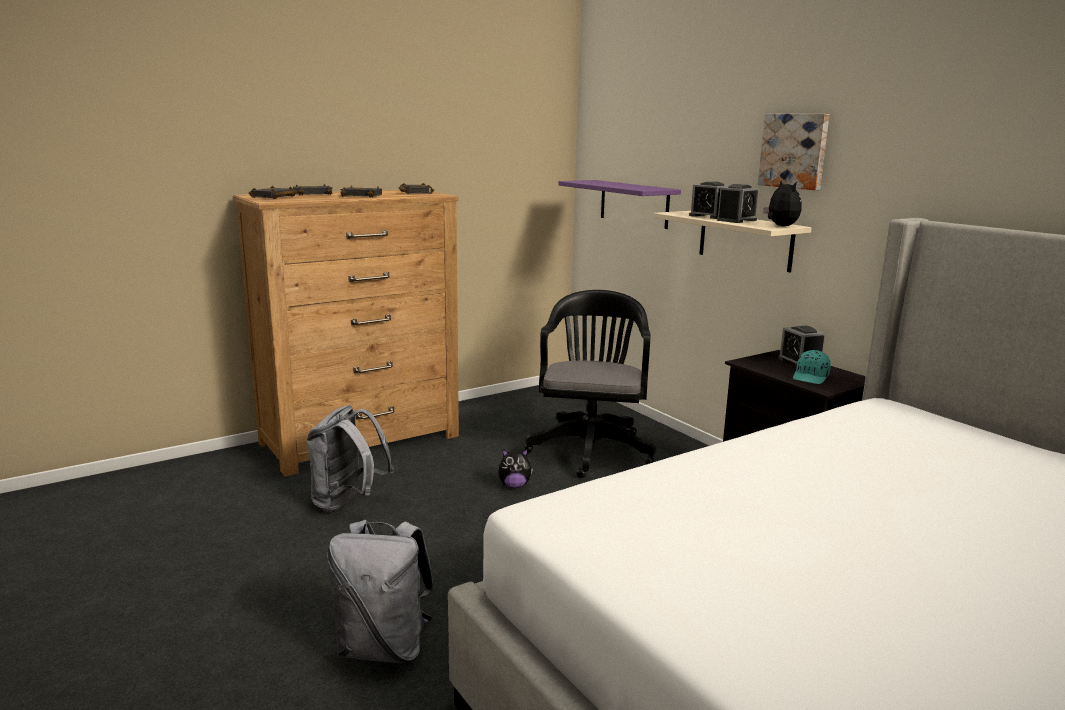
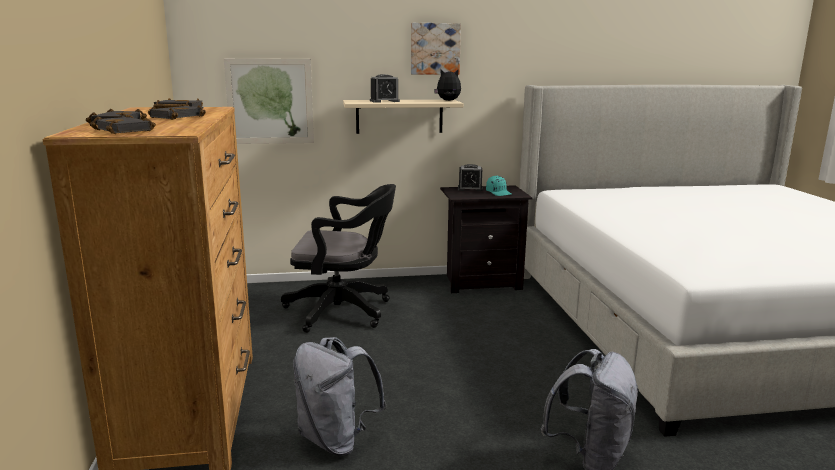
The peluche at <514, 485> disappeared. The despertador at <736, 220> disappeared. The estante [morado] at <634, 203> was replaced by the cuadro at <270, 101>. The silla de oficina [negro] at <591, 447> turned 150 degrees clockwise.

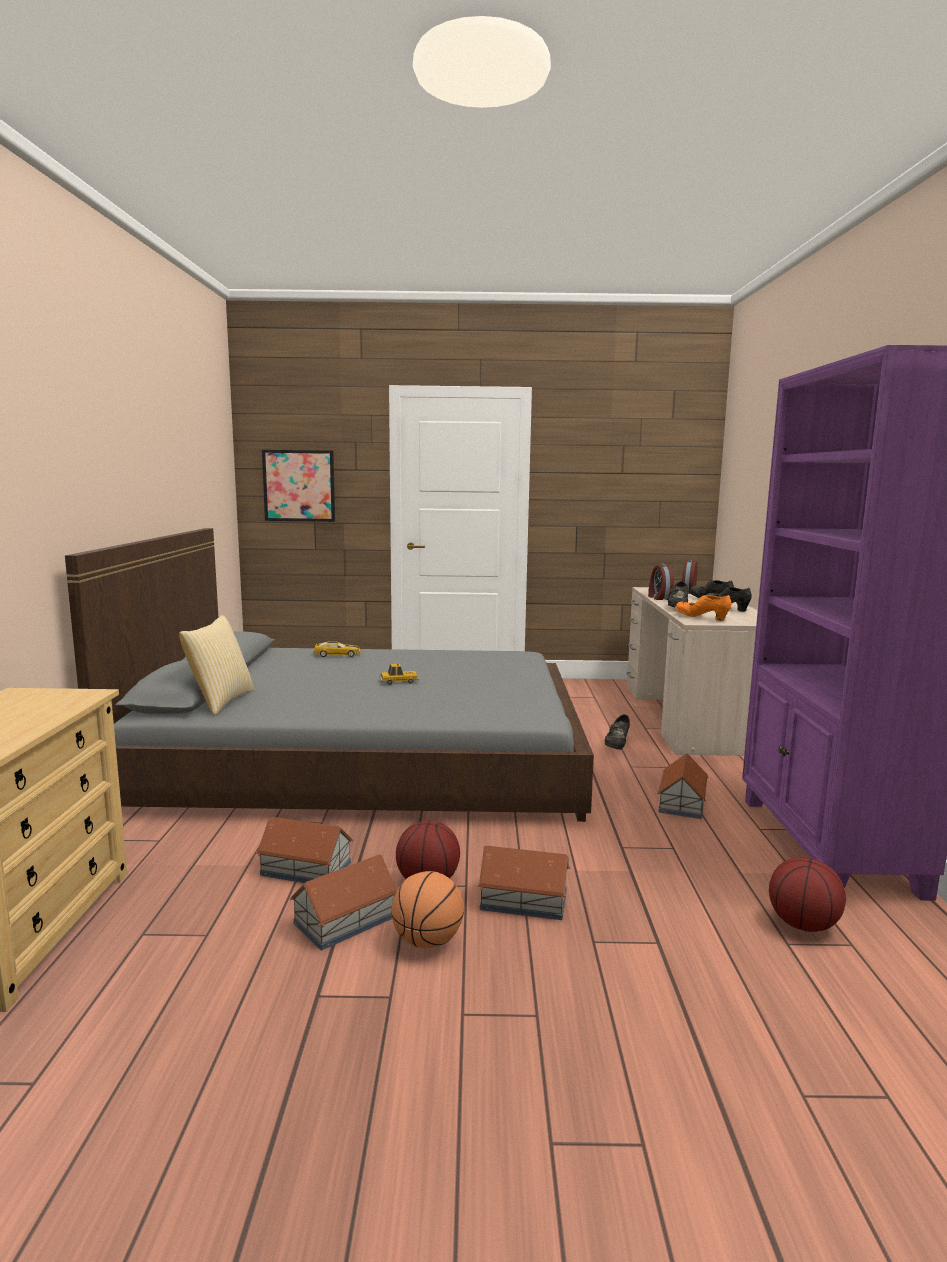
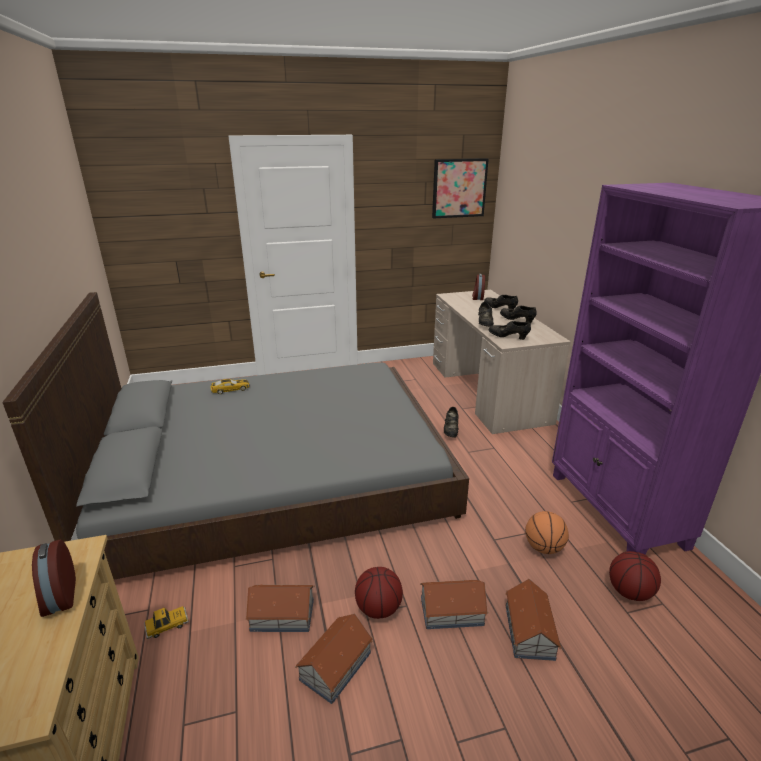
The cojín at <220, 701> disappeared. The cuadro moved from <299, 485> to <459, 188>. The coche de juguete moved from <399, 681> to <167, 625>. The balón de baloncesto moved from <427, 941> to <543, 548>. The despertador moved from <659, 598> to <58, 596>. The casita moved from <681, 803> to <529, 632>. The zapato [naranja] at <702, 618> became the zapato [negro] at <508, 337>.

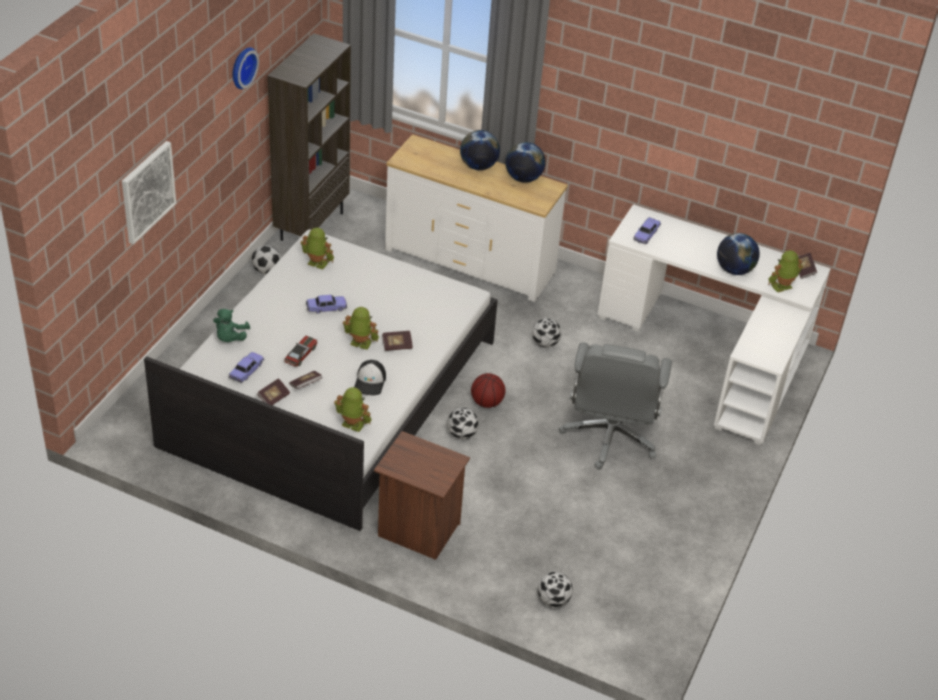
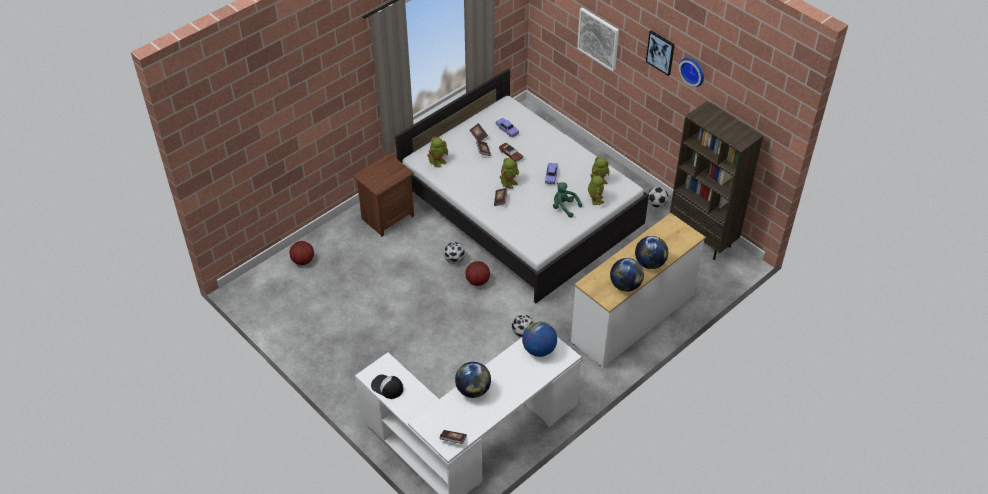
The silla de oficina [gris] at <609, 437> disappeared. The cuadro at <660, 52> appeared. The peluche [verde] moved from <230, 338> to <564, 207>. The gorra moved from <370, 382> to <387, 387>. The robot de juguete moved from <782, 287> to <595, 200>. The balón de fútbol at <553, 600> was replaced by the balón de baloncesto at <303, 260>. The coche de juguete at <646, 234> was replaced by the globo terráqueo at <539, 349>.

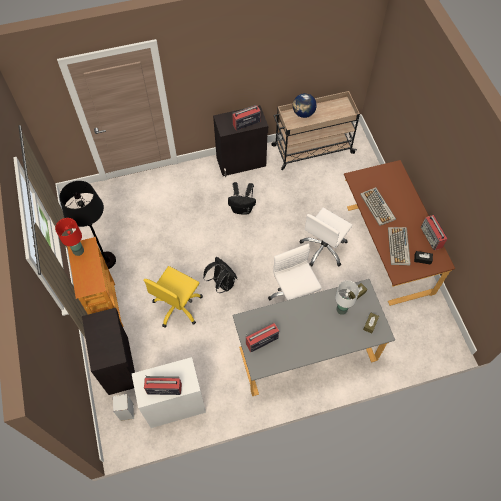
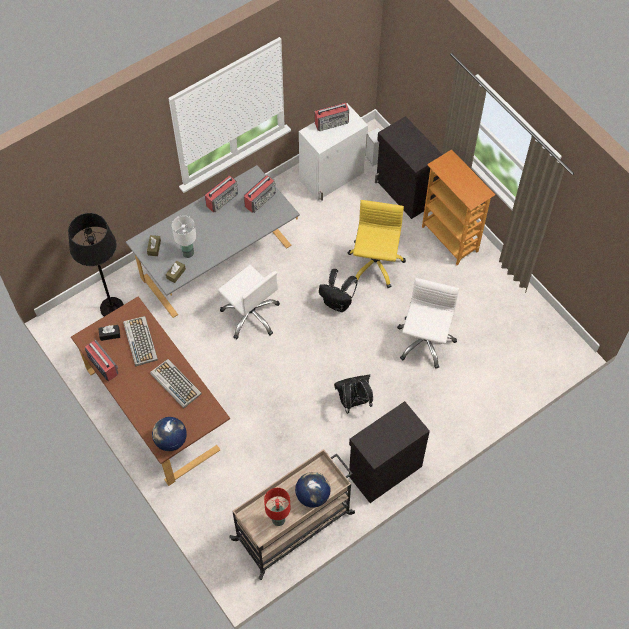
The globo terráqueo at <170, 440> appeared. The lámpara de mesa [rojo] moved from <78, 251> to <279, 519>. The lámpara de pie [negro] moved from <106, 260> to <112, 308>. The radio moved from <246, 123> to <222, 199>. The silla de oficina [blanco] moved from <323, 248> to <424, 342>.

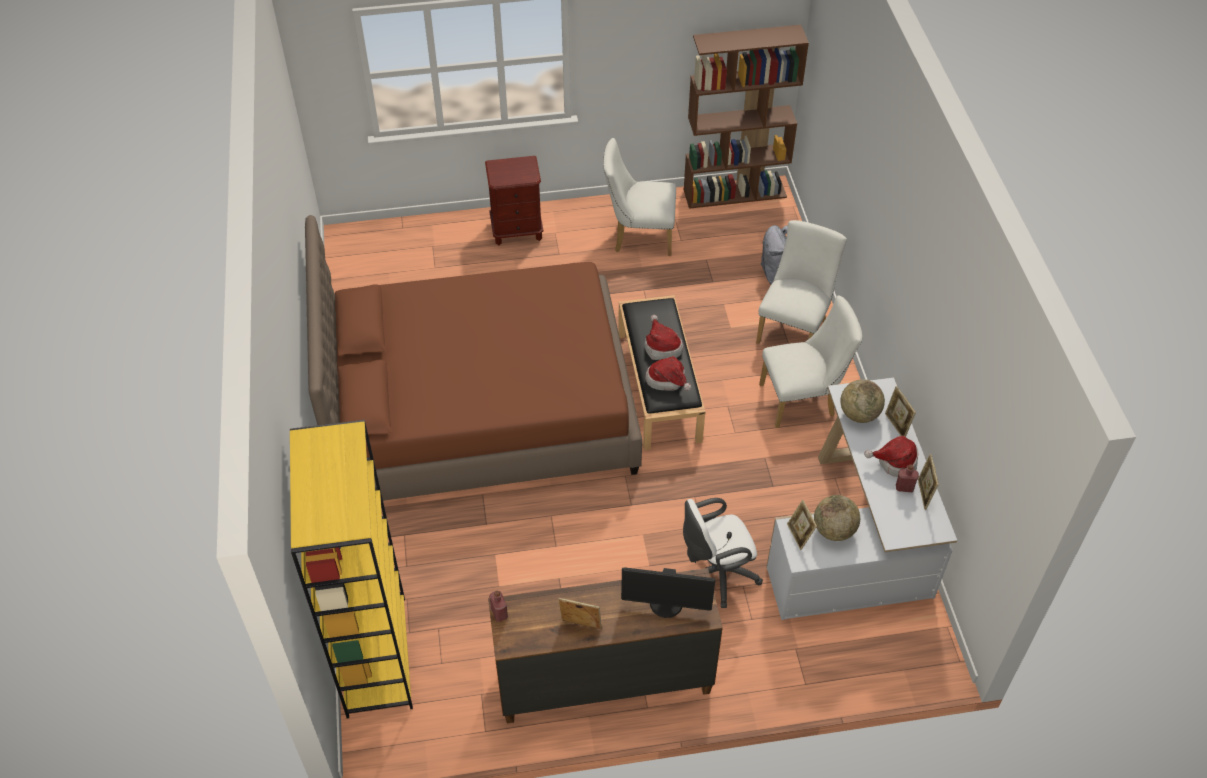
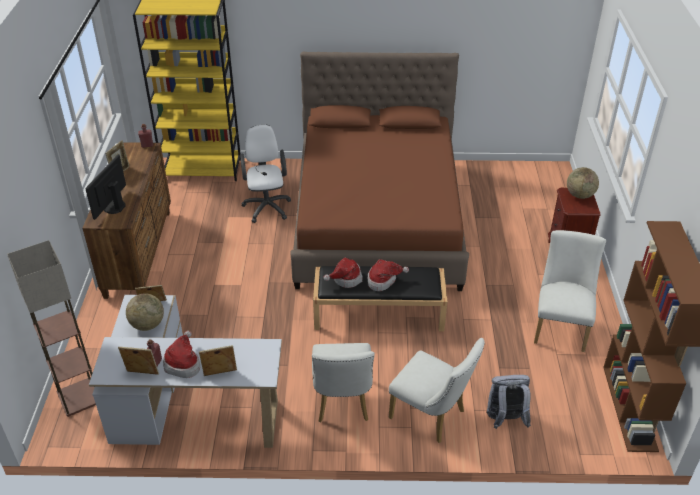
The lámpara de pie at <78, 397> appeared. The silla de oficina [blanco] moved from <715, 575> to <267, 206>. The globo terráqueo moved from <859, 414> to <580, 195>.

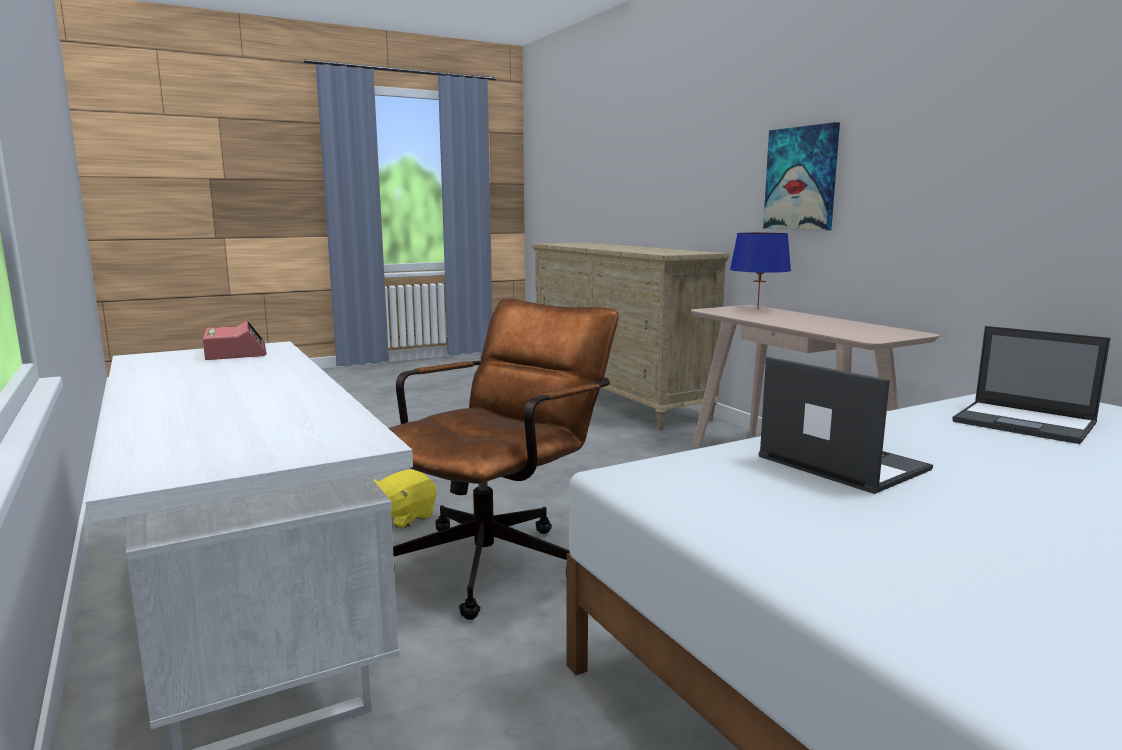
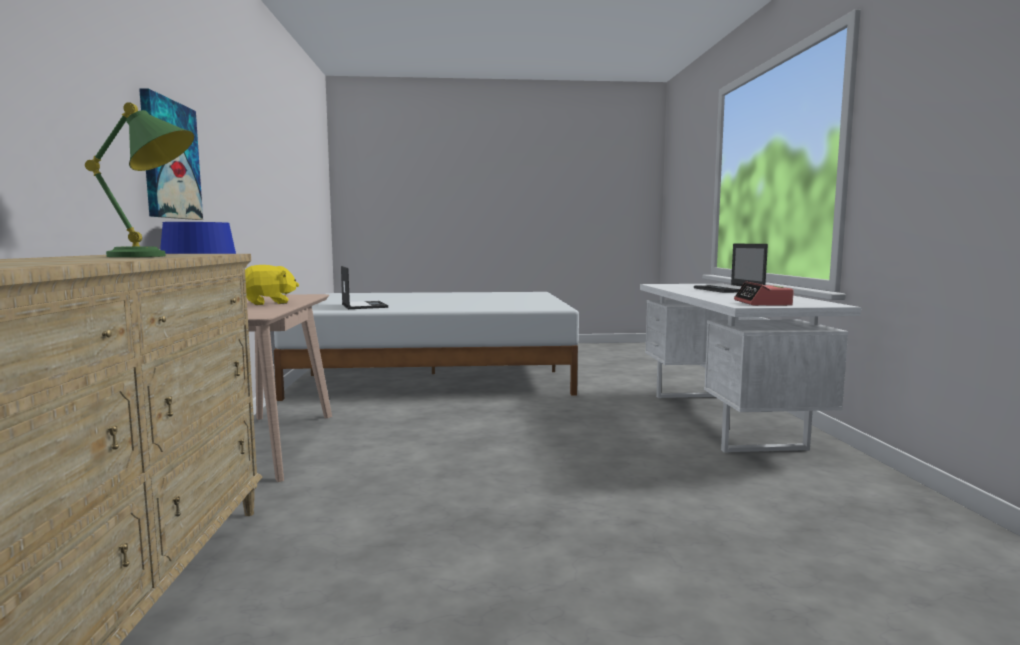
The silla de oficina [marrón] at <498, 559> disappeared. The lámpara de mesa [verde] at <156, 256> appeared. The peluche [amarillo] moved from <403, 518> to <268, 303>. The portátil moved from <840, 463> to <729, 290>.

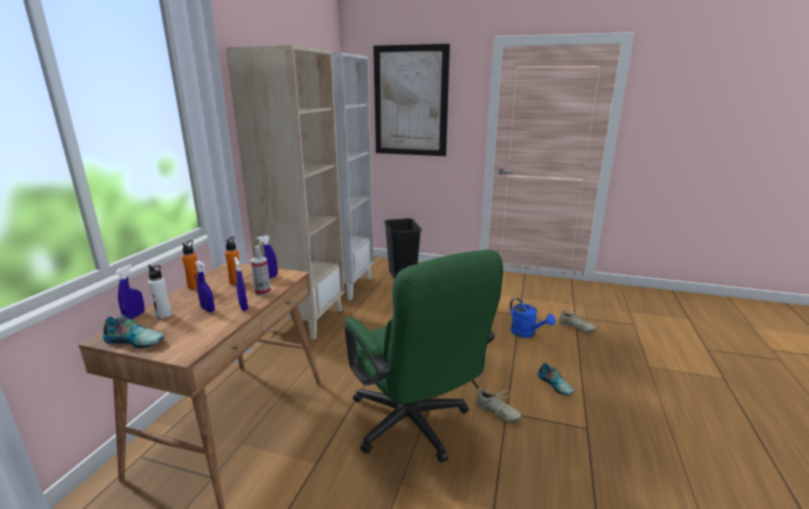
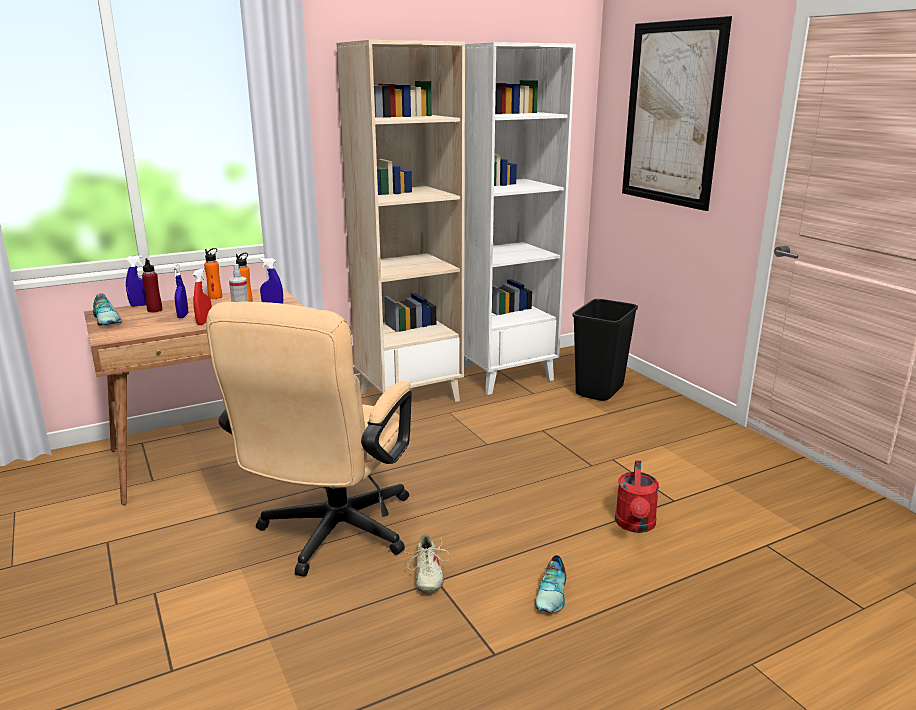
The zapato [beis] at <576, 327> disappeared. The botella [blanco] at <164, 315> became the botella [rojo] at <155, 310>. The pulverizador [azul] at <243, 307> became the pulverizador [rojo] at <204, 322>. The silla de oficina [verde] at <414, 427> became the silla de oficina [beis] at <330, 536>. The regadera [azul] at <526, 333> became the regadera [rojo] at <635, 525>.

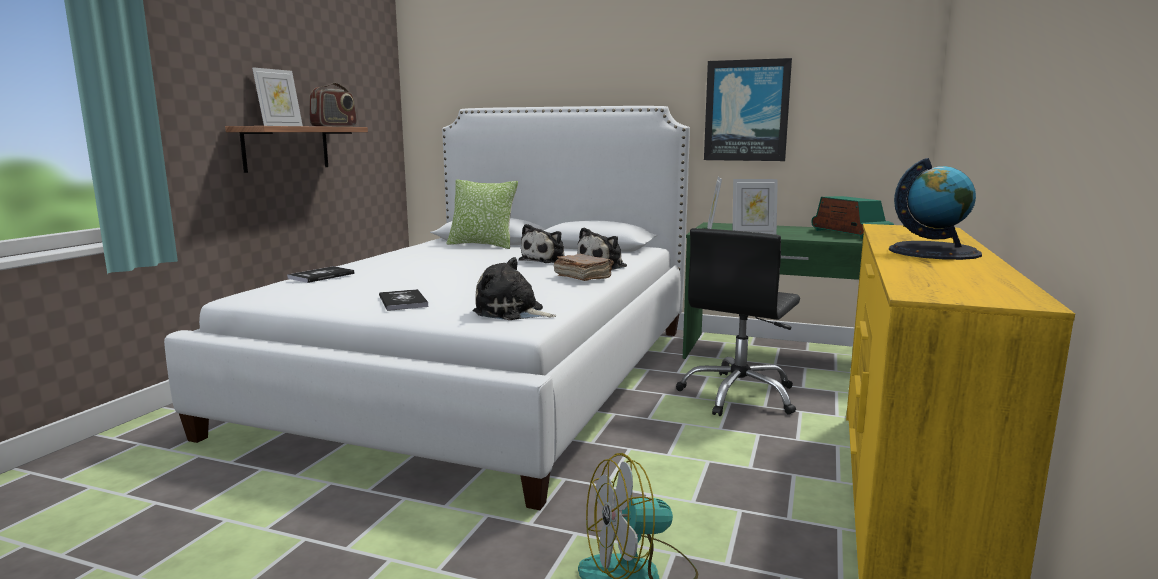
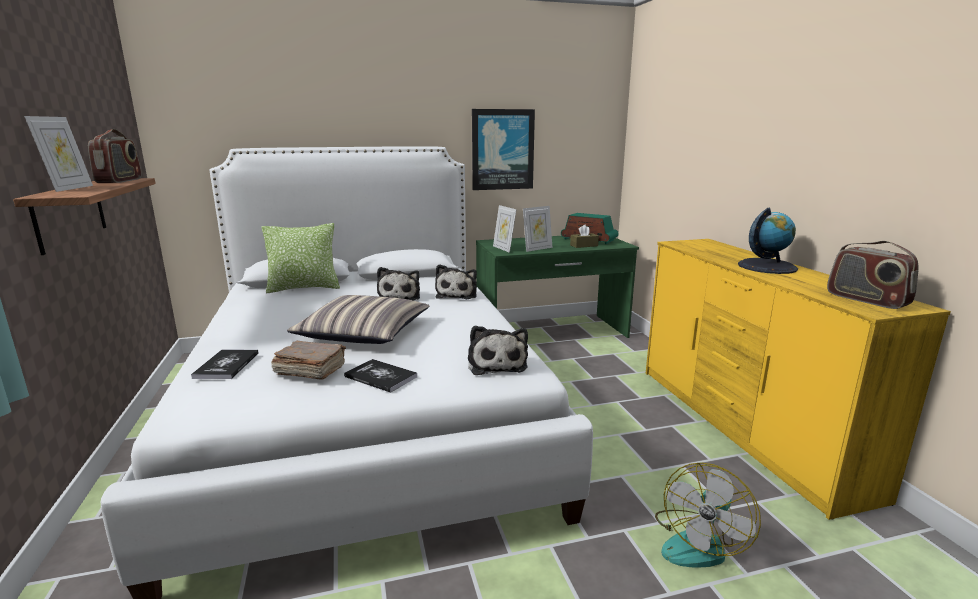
The silla de oficina [negro] at <739, 395> disappeared. The cojín at <364, 333> appeared. The caja de pañuelos [marrón] at <584, 245> appeared. The radio at <866, 300> appeared. The libro [marrón] moved from <582, 277> to <310, 370>. The peluche at <512, 312> turned 90 degrees counterclockwise.

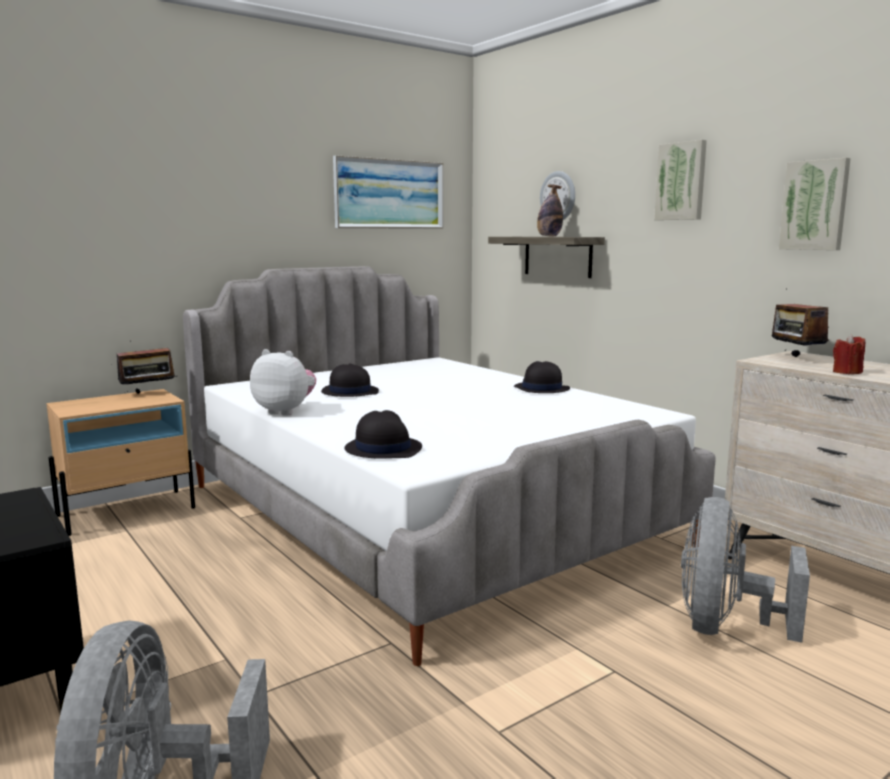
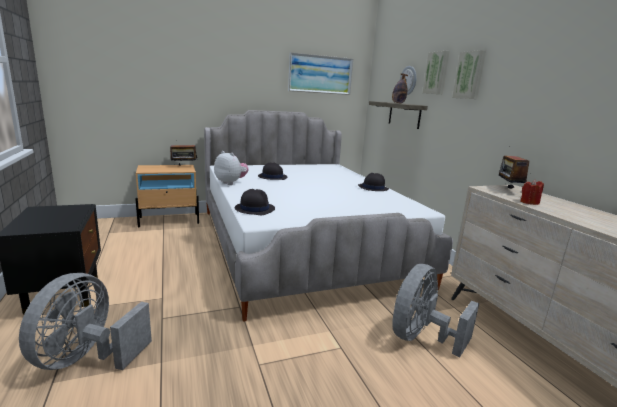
The cuadro moved from <815, 205> to <437, 73>.

